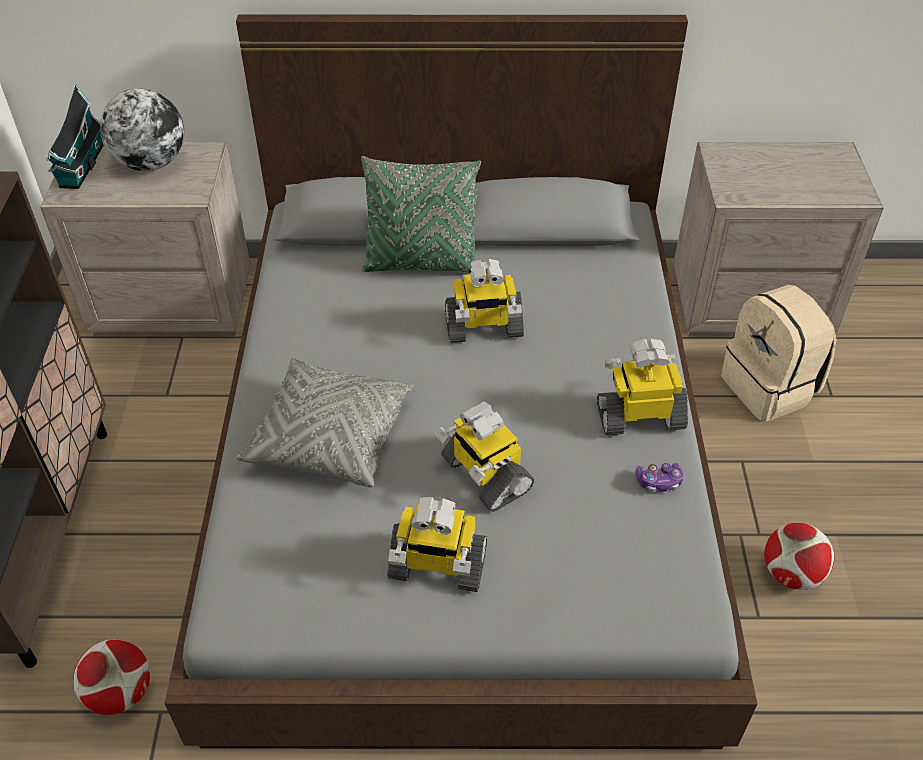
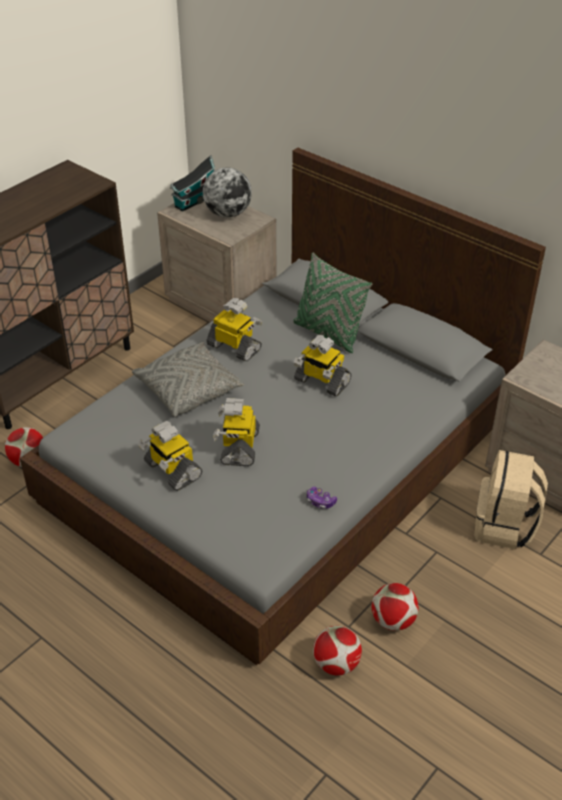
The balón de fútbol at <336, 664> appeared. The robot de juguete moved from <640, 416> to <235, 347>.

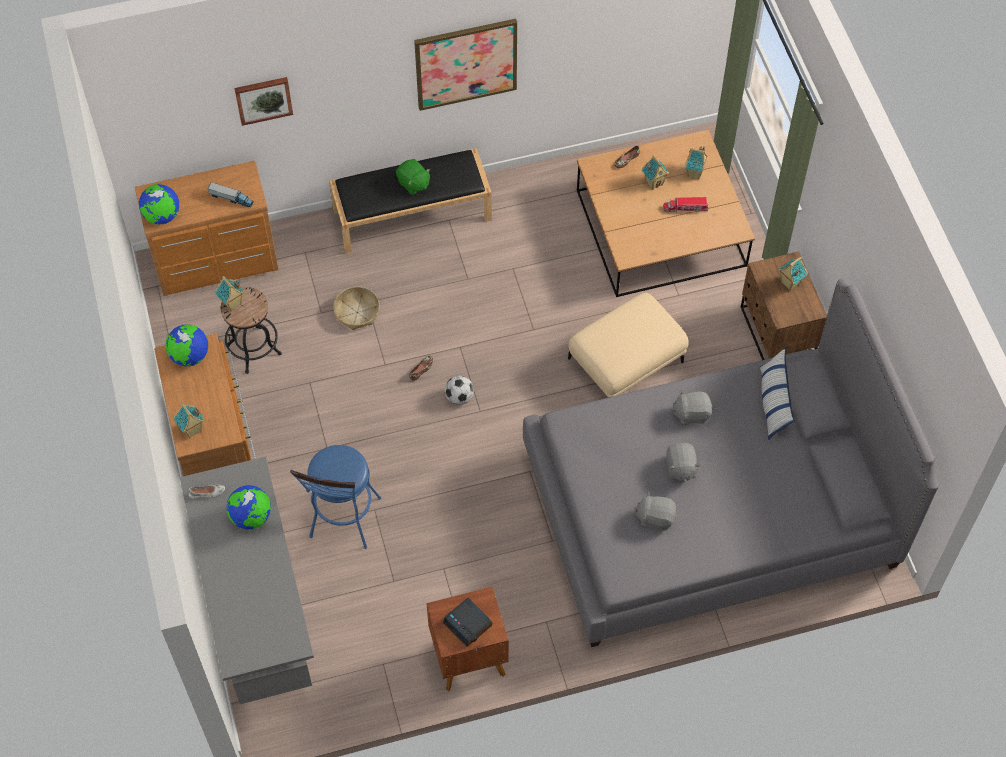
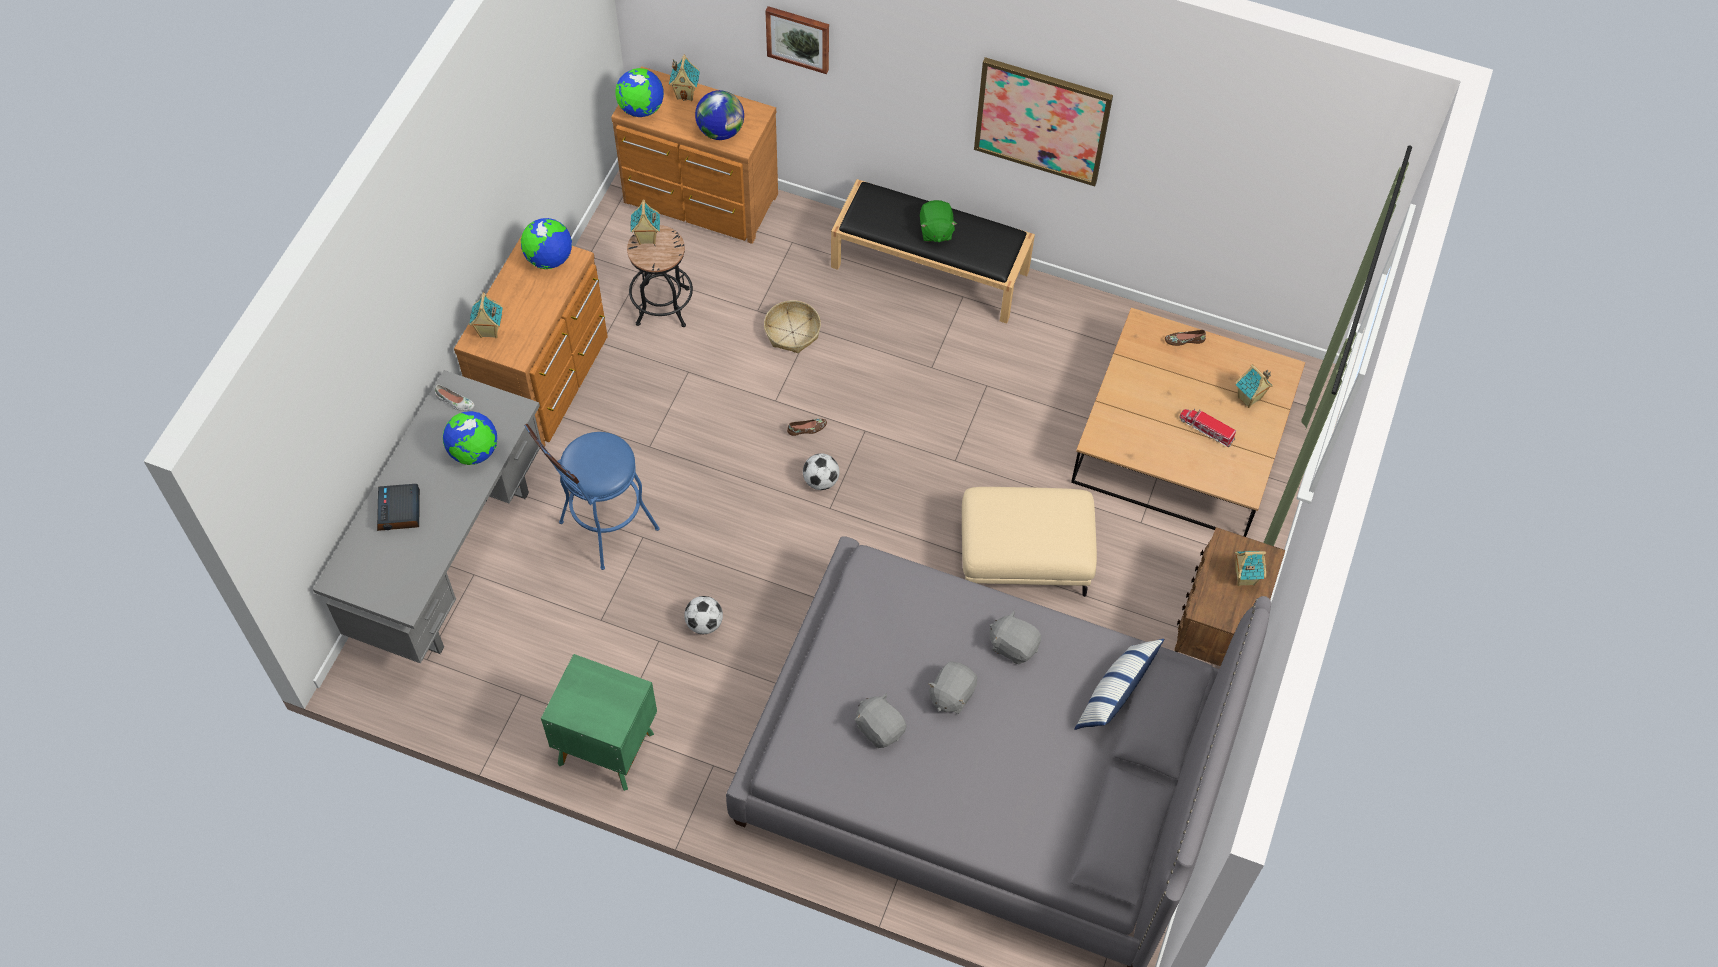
The balón de fútbol at <704, 623> appeared. The despertador moved from <468, 624> to <399, 511>. The casita moved from <654, 182> to <686, 94>. The camión de juguete at <231, 199> was replaced by the globo terráqueo at <721, 131>. The mesita de noche [marrón] at <467, 657> became the mesita de noche [verde] at <605, 746>.

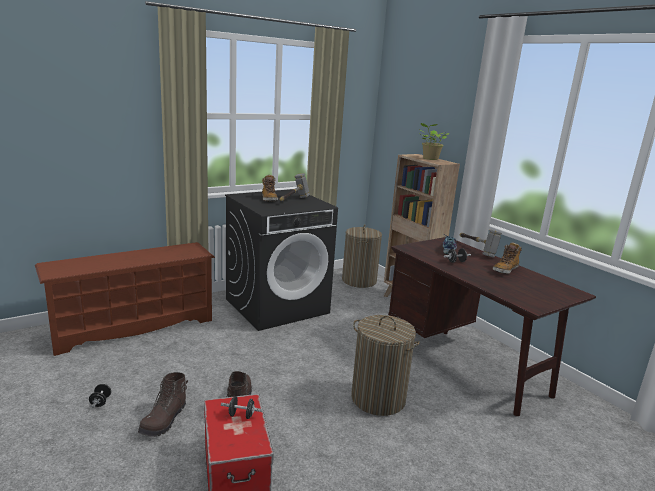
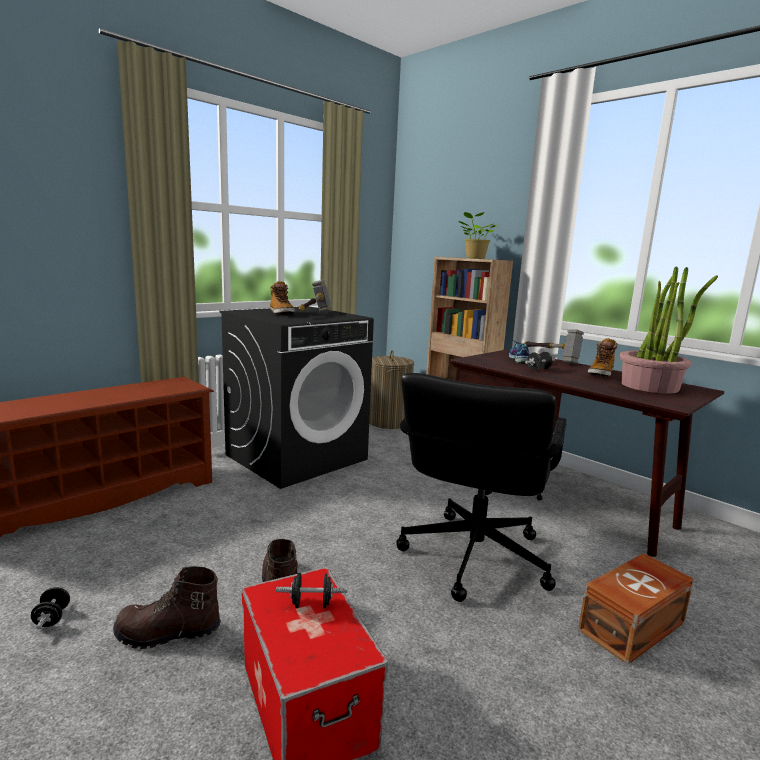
The caja de almacenaje [marrón] at <634, 626> appeared. The planta en maceta at <650, 386> appeared. The cesto de la ropa at <378, 398> was replaced by the silla de oficina [negro] at <473, 557>. The bota [marrón] at <164, 420> turned 75 degrees clockwise.

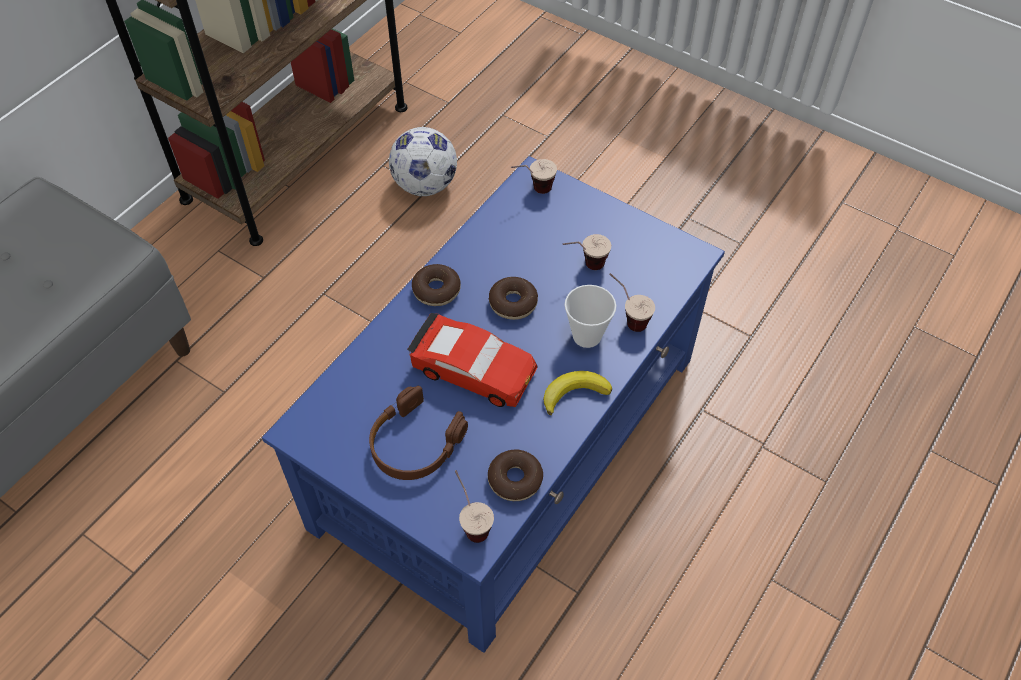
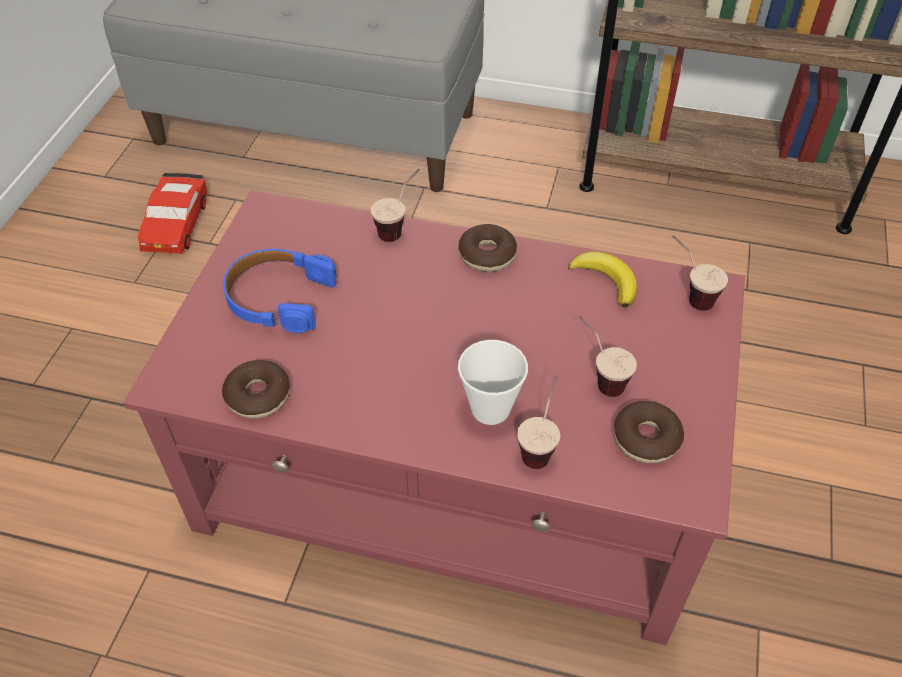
The balón de fútbol at <425, 185> disappeared. The coche de juguete [rojo] moved from <473, 369> to <176, 223>. The taza moved from <471, 521> to <399, 227>. The rosquilla moved from <513, 303> to <646, 438>. The plátano moved from <574, 393> to <606, 280>. The mesa de centro [azul] at <510, 439> became the mesa de centro [rojo] at <454, 474>. The auriculares [marrón] at <414, 443> became the auriculares [azul] at <278, 298>.

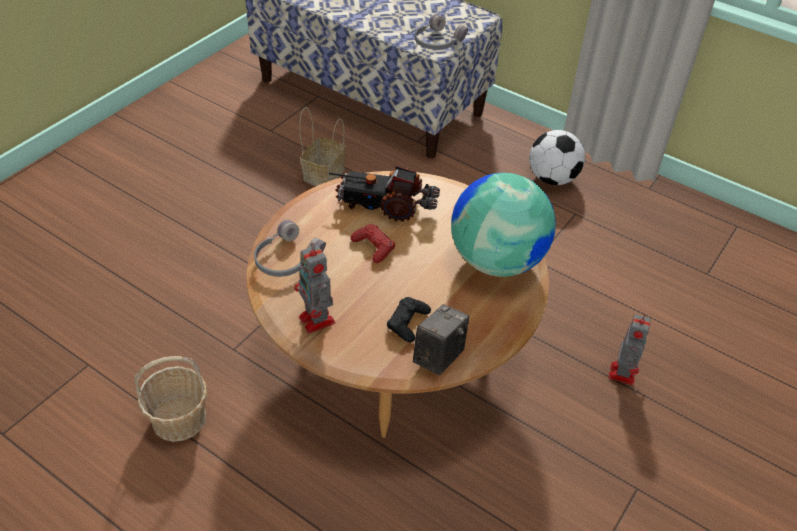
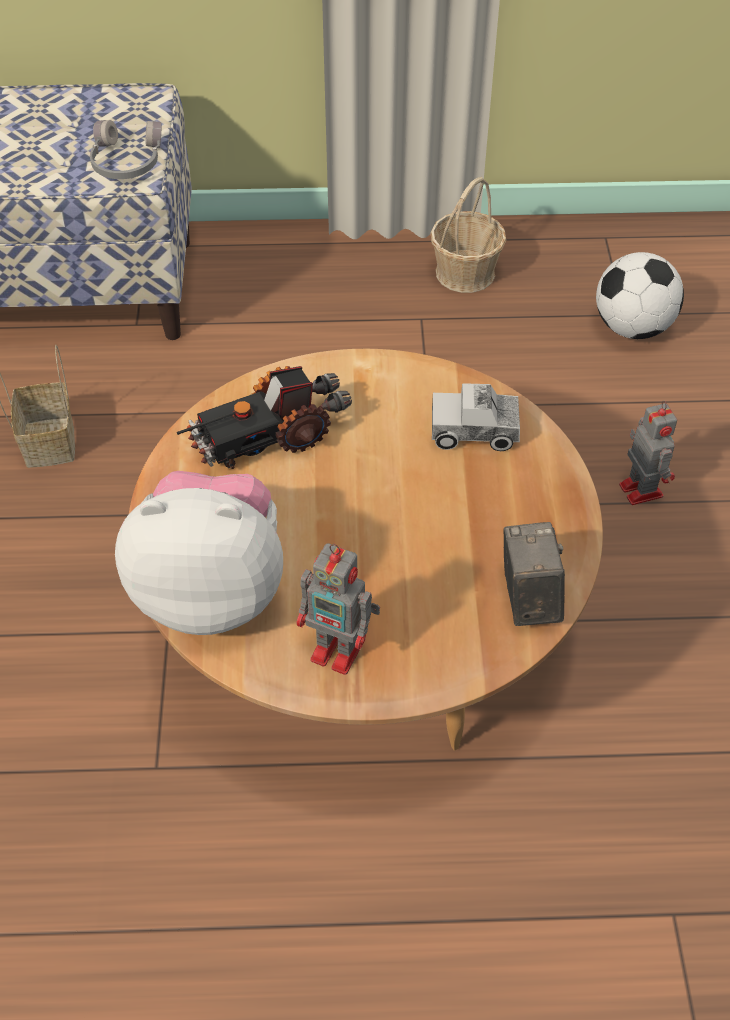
The mando de consola [rojo] at <373, 247> disappeared. The mando de consola [negro] at <407, 323> disappeared. The cesta moved from <179, 418> to <465, 273>. The balón de fútbol moved from <552, 178> to <632, 327>. The auriculares [gris] at <286, 258> was replaced by the peluche at <212, 591>. The globo terráqueo at <496, 260> was replaced by the camión de juguete at <474, 431>.

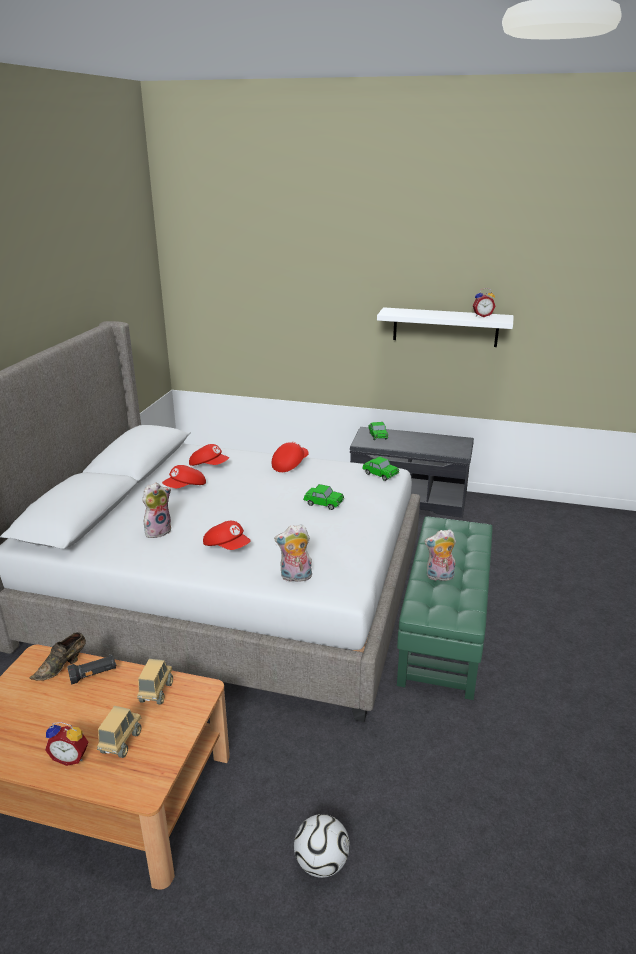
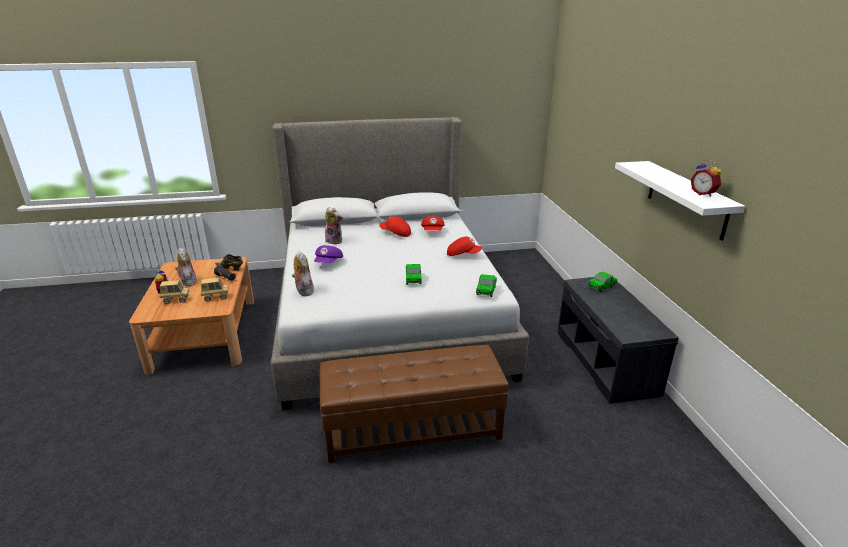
The balón de fútbol at <321, 863> disappeared. The peluche moved from <439, 577> to <187, 282>. The gorra [rojo] at <227, 546> became the gorra [morado] at <329, 263>. The puf [verde] at <443, 628> became the puf [marrón] at <412, 427>.

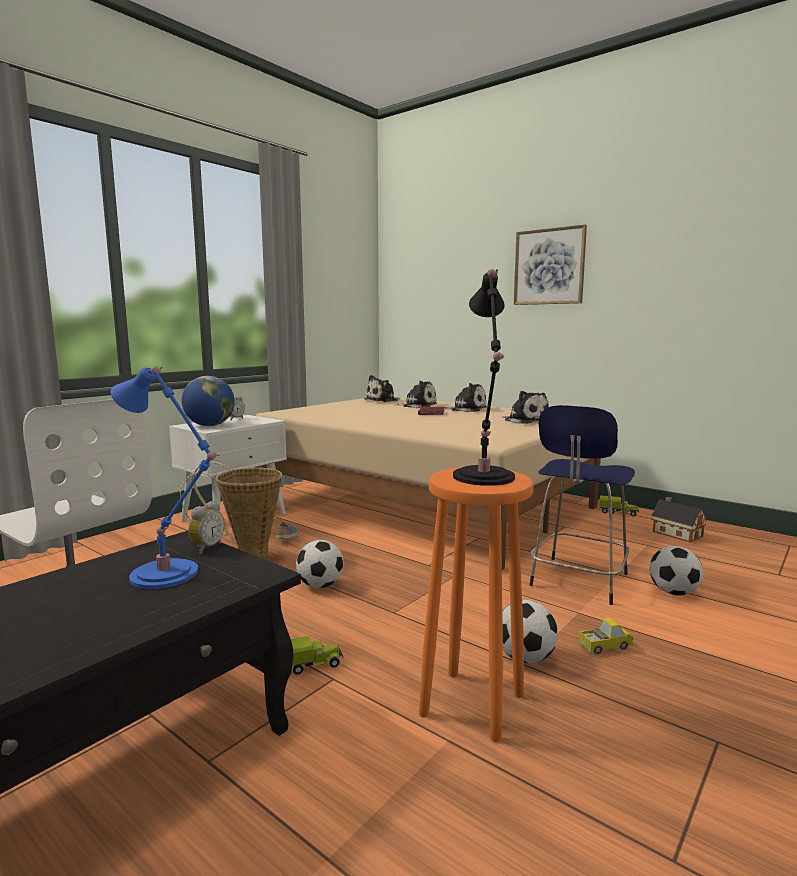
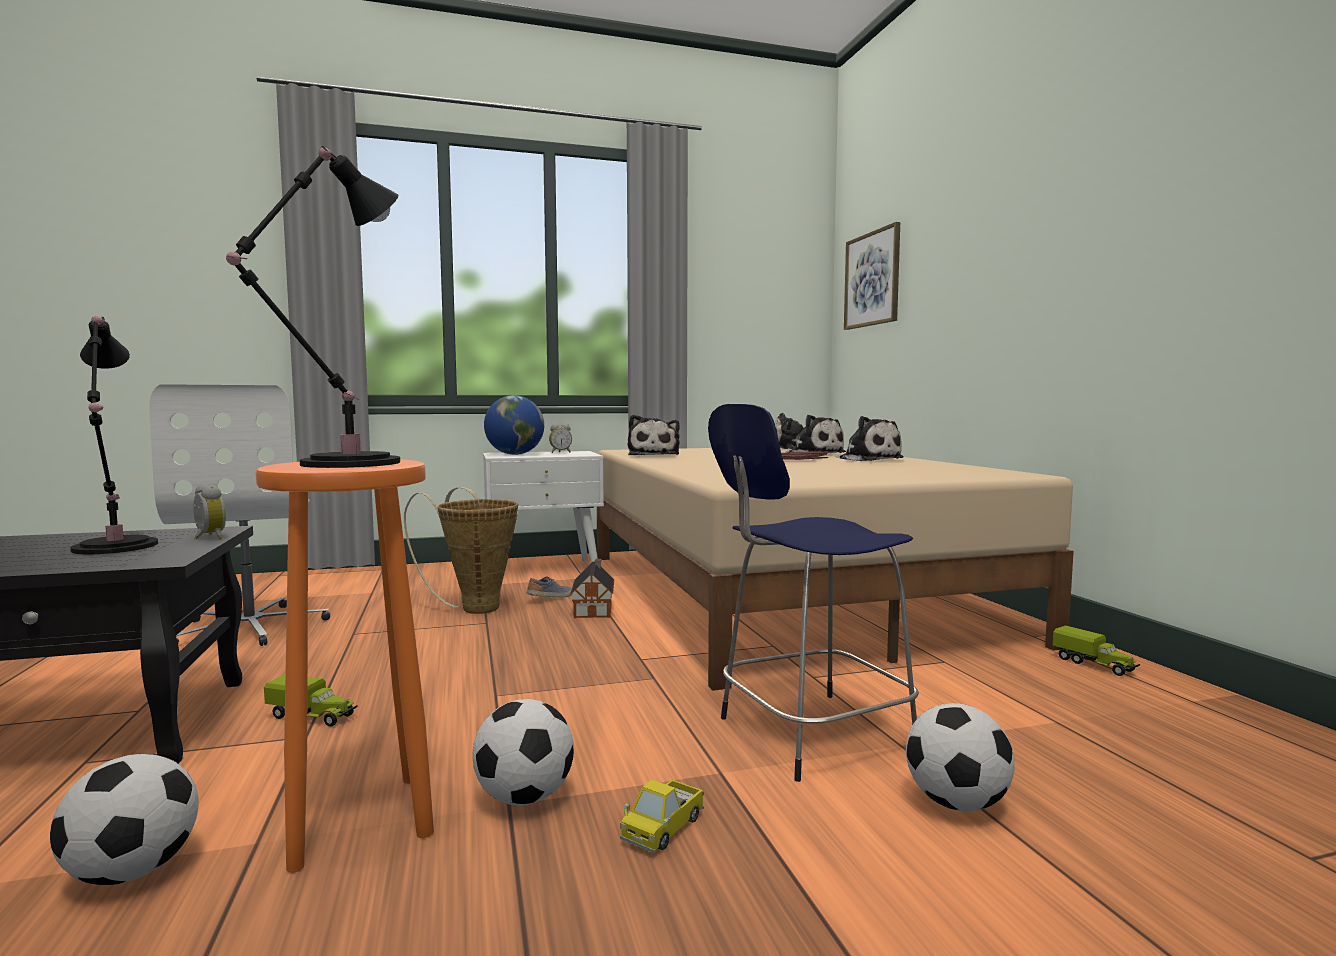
The balón de fútbol moved from <320, 585> to <133, 872>. The peluche moved from <525, 420> to <654, 455>. The cuadro moved from <549, 267> to <872, 279>. The casita moved from <675, 533> to <594, 609>. The lámpara de mesa [azul] at <168, 575> became the lámpara de mesa [negro] at <114, 548>. The despertador at <206, 548> turned 105 degrees counterclockwise. The camión de juguete at <604, 646> turned 105 degrees clockwise.

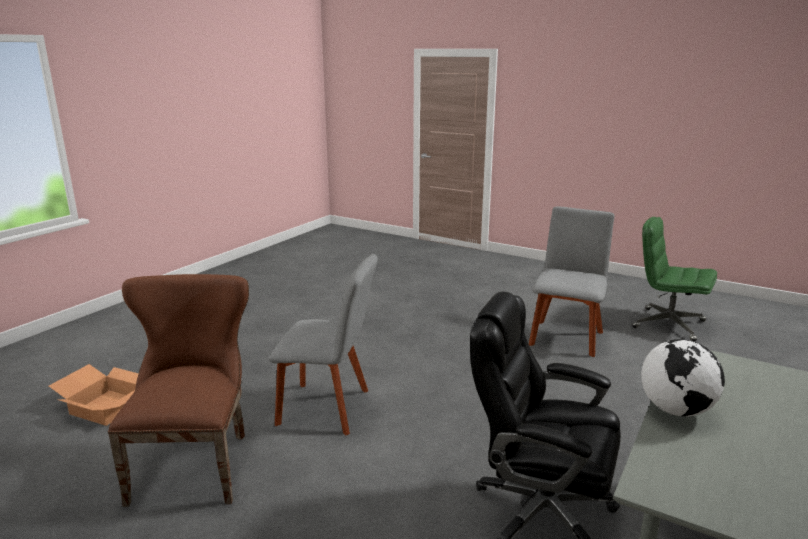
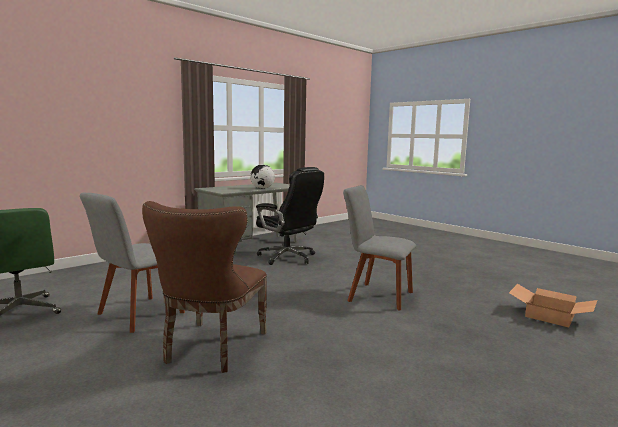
The silla [marrón] moved from <196, 462> to <211, 349>.

